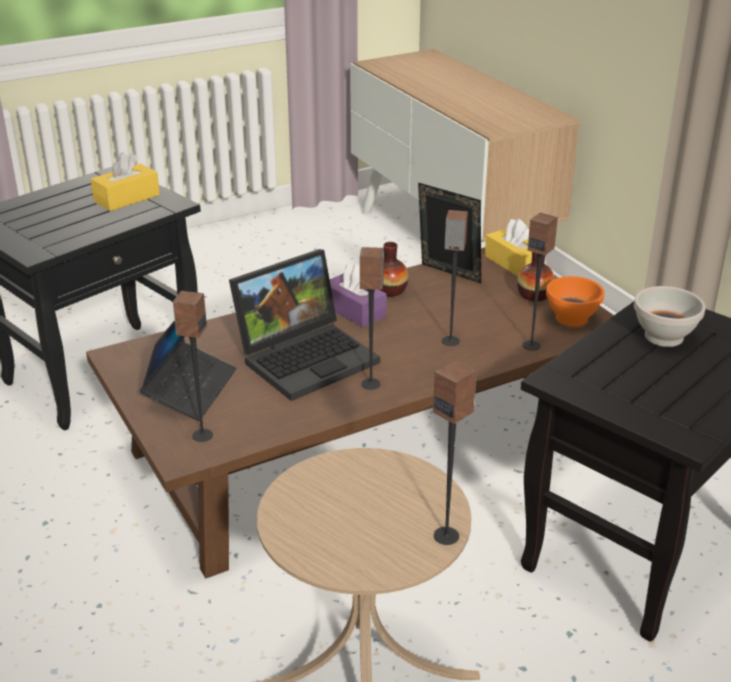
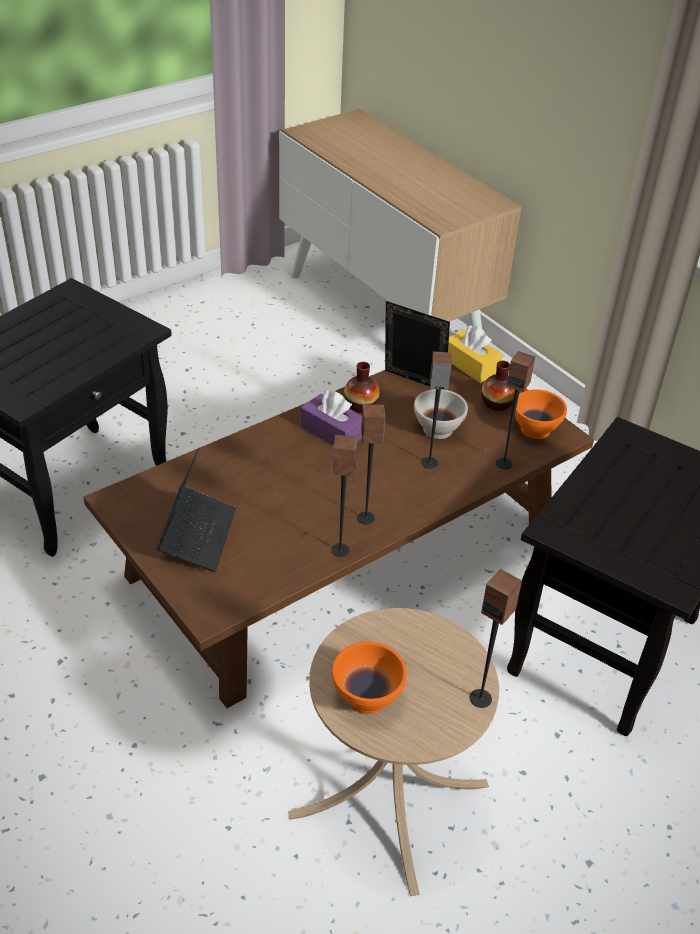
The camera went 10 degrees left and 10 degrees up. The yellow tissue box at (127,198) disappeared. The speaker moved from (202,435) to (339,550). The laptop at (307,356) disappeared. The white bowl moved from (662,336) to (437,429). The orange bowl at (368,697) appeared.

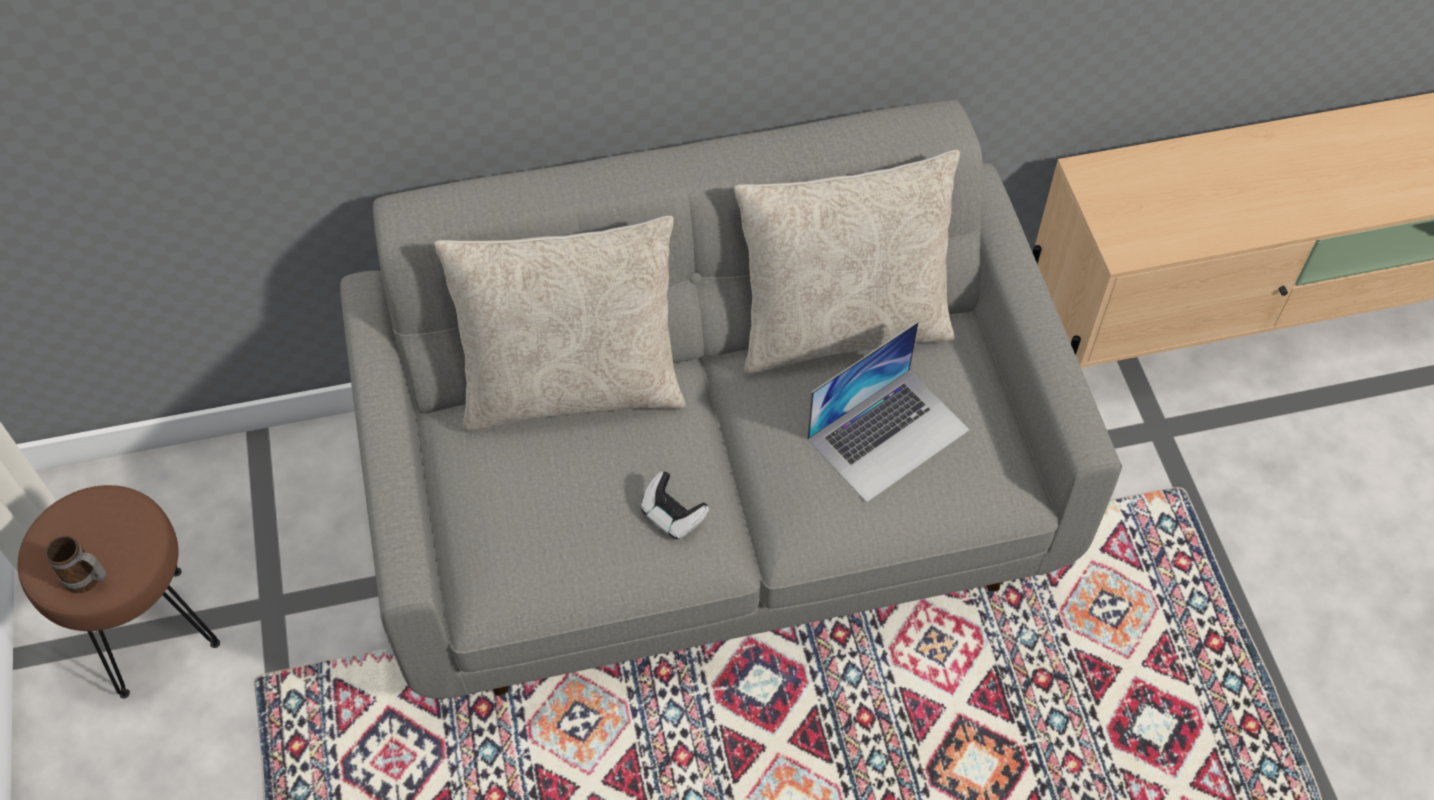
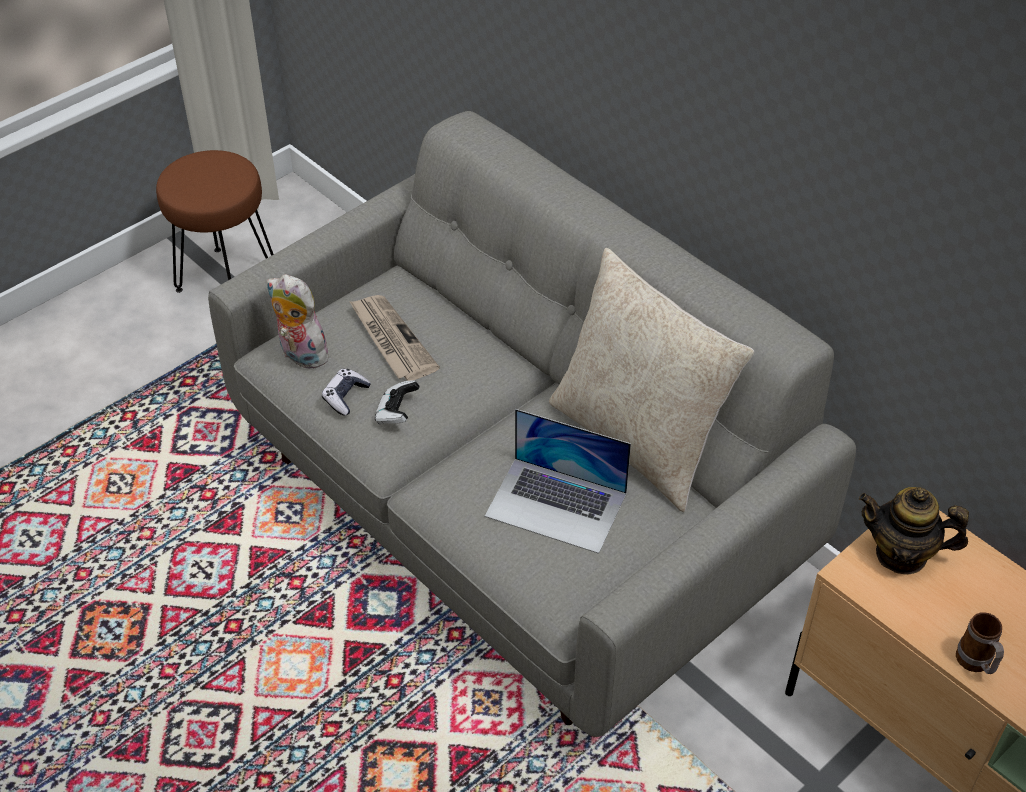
The camera went 60 degrees right and 10 degrees down. The mug moved from (89,580) to (976,664). The beige pillow at (572,386) disappeared. The plush toy at (300,355) appeared. The game controller at (345,396) appeared. The newspaper at (391,340) appeared. The teapot at (901,554) appeared.

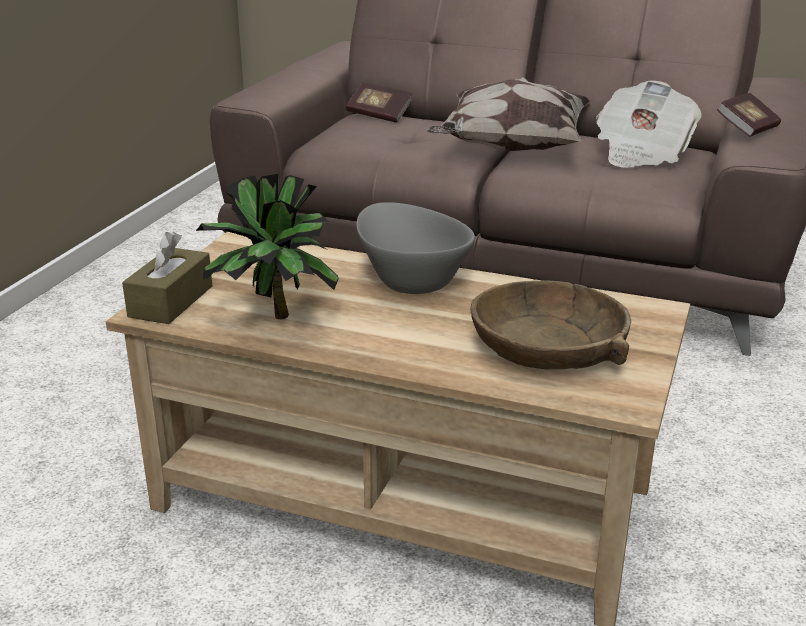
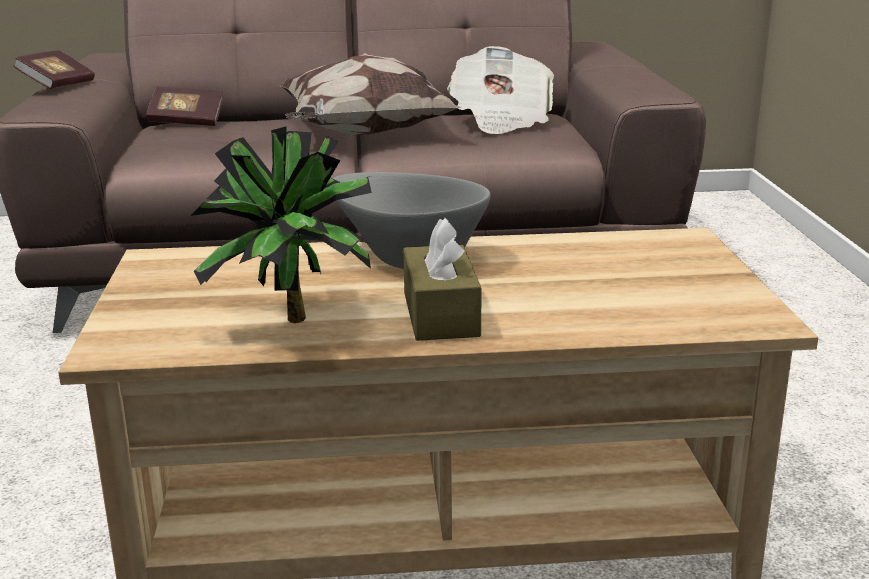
The camera went 25 degrees left and 5 degrees down. The brown tissue box moved from (171,301) to (440,314). The brown bowl at (549,347) disappeared. The book moved from (747,130) to (57,86).

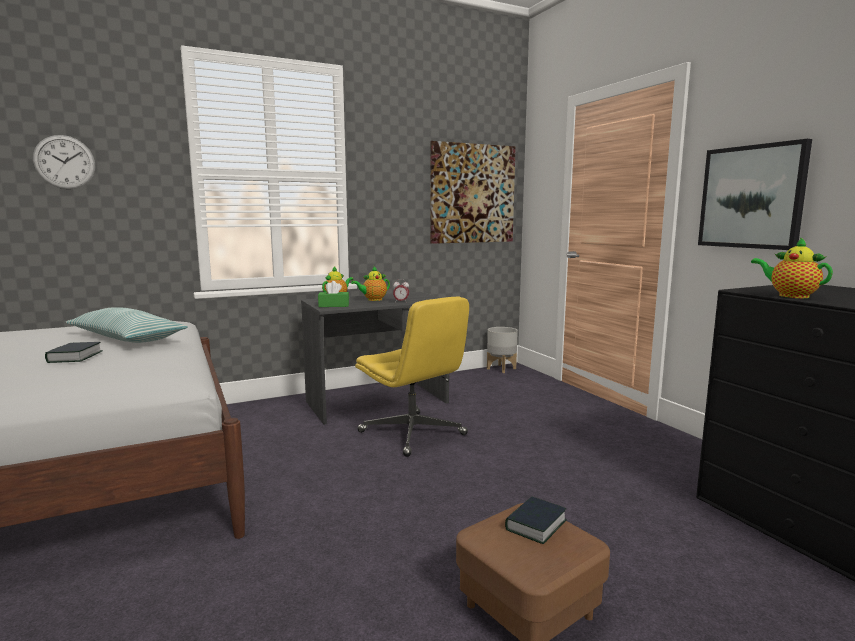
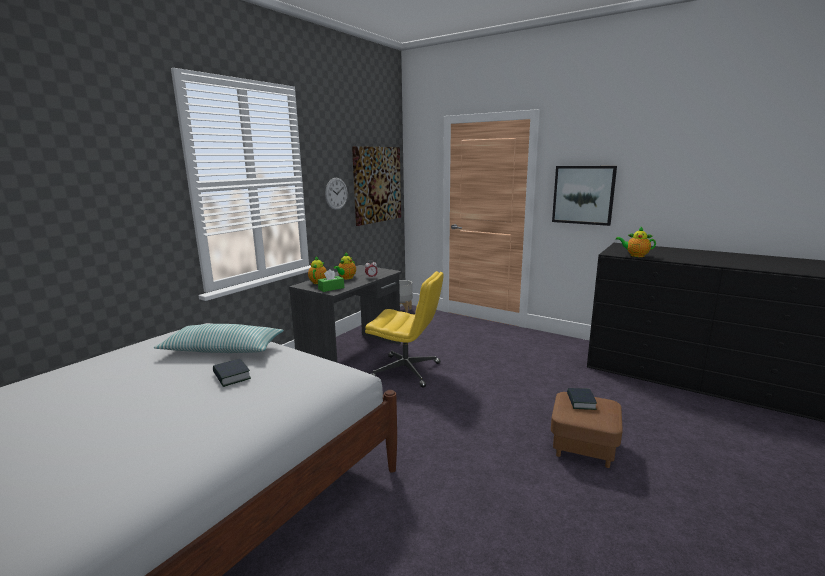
The camera went 30 degrees left and 5 degrees up. The wall clock moved from (64,162) to (336,193).

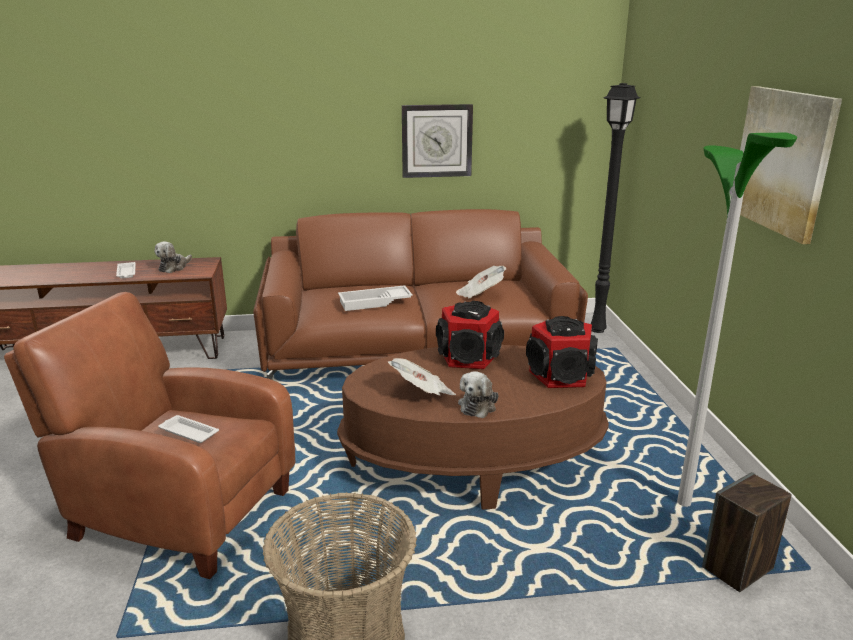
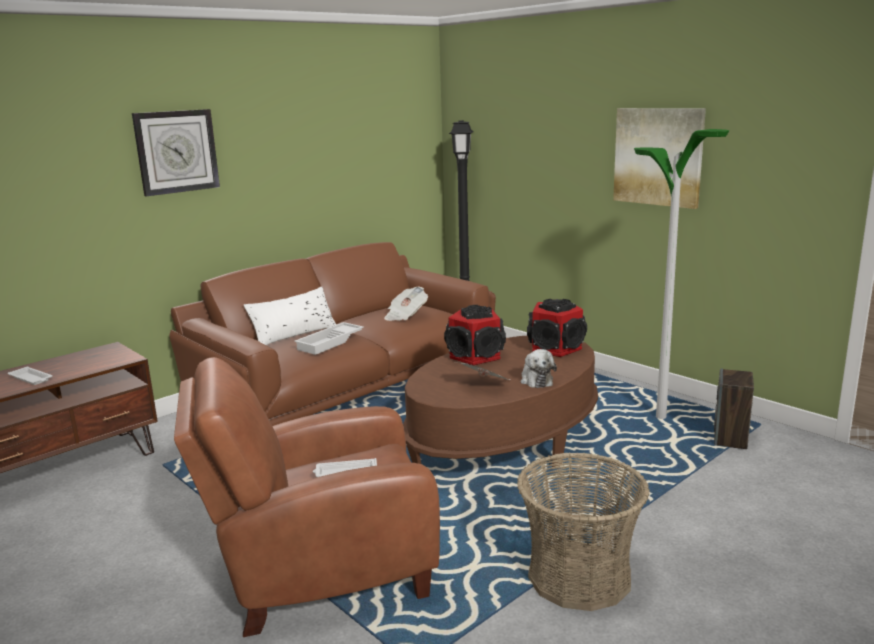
The camera went 35 degrees left and 5 degrees down. The plush toy at (174,267) disappeared. The wall clock moved from (436,141) to (176,151). The white pillow at (294,335) appeared.

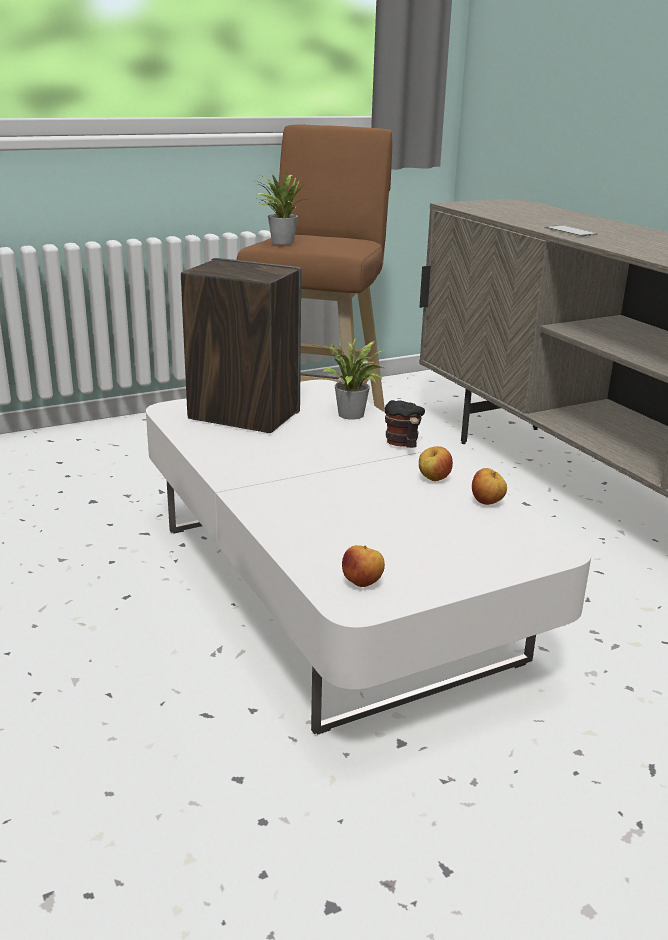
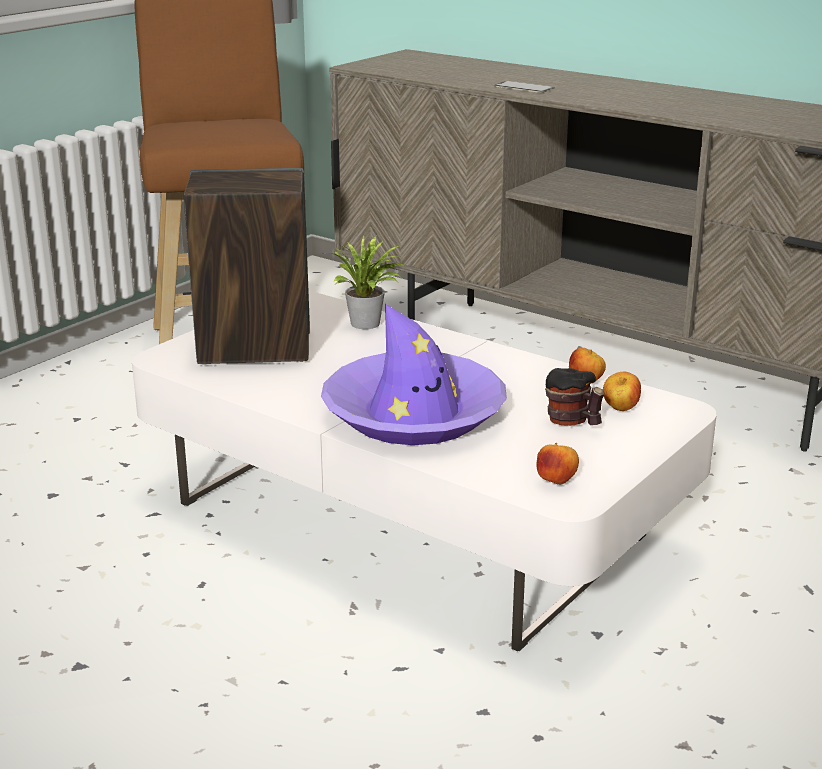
The camera went 25 degrees left and 0 degrees up. The potted plant at (279,242) disappeared. The mug moved from (403,445) to (572,423). The apple moved from (433,479) to (620,409). The purple hat at (414,414) appeared.

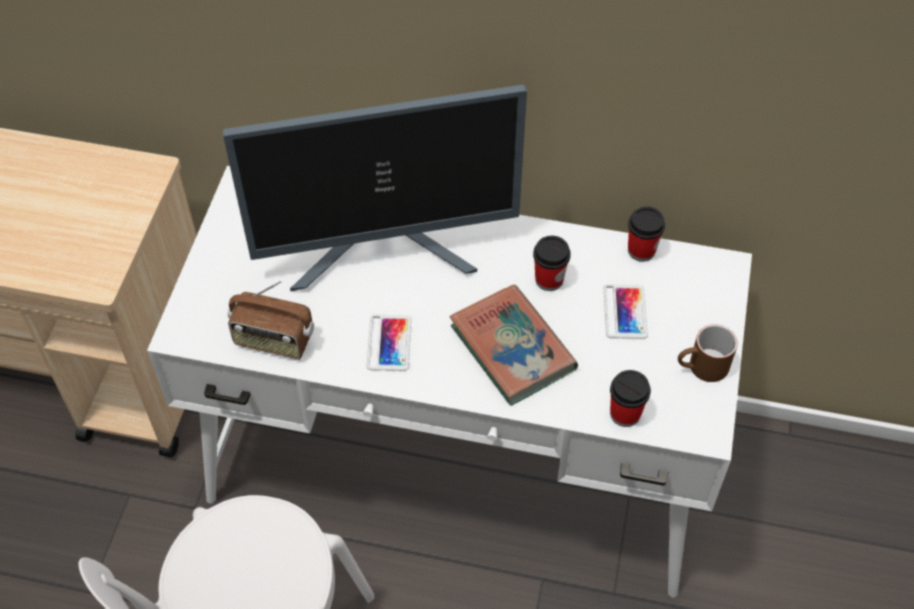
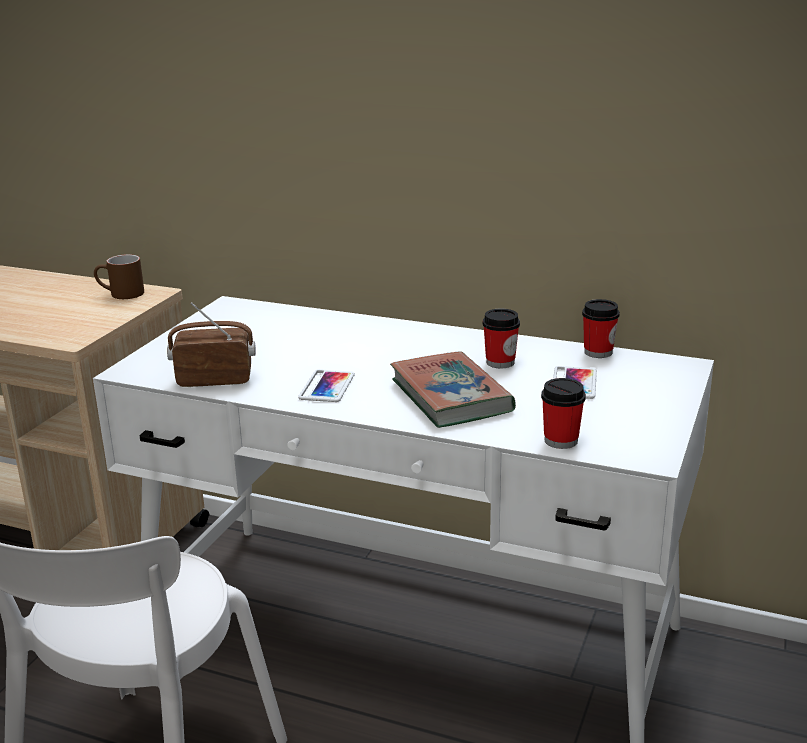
The camera went 10 degrees right and 30 degrees down. The monitor at (386,250) disappeared. The radio at (273,341) turned 150 degrees clockwise. The brown mug moved from (702,368) to (120,294).

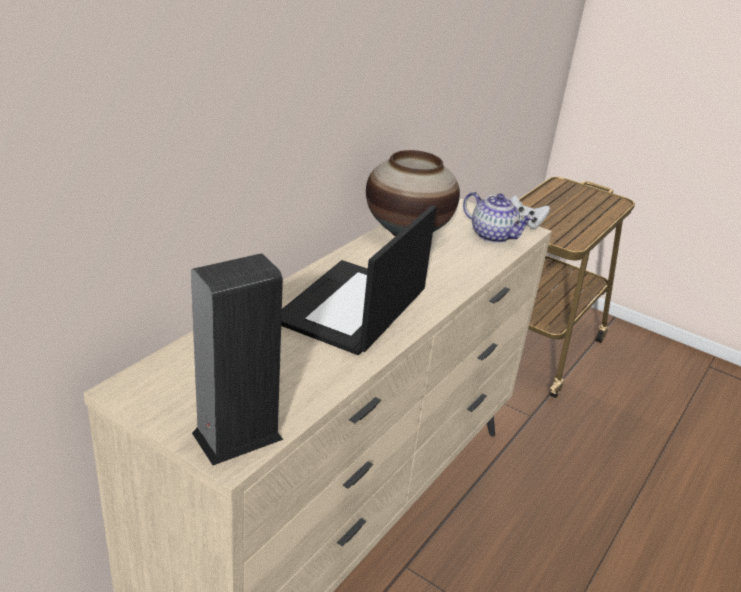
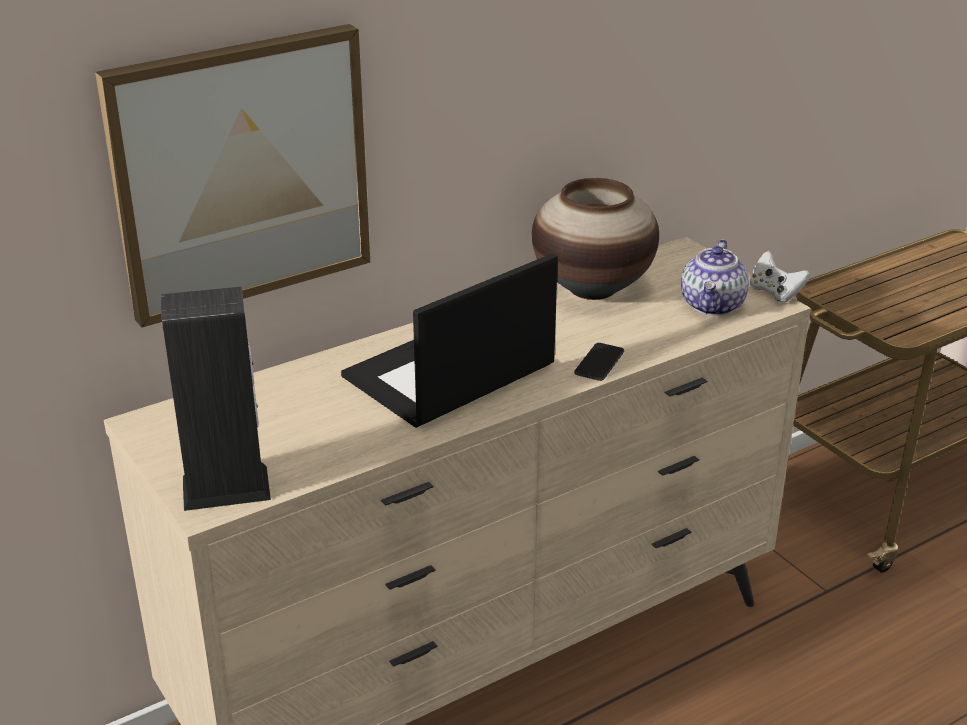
The camera went 25 degrees right and 0 degrees up. The teapot at (493,235) turned 45 degrees clockwise. The picture at (241,172) appeared. The phone at (599,363) appeared.

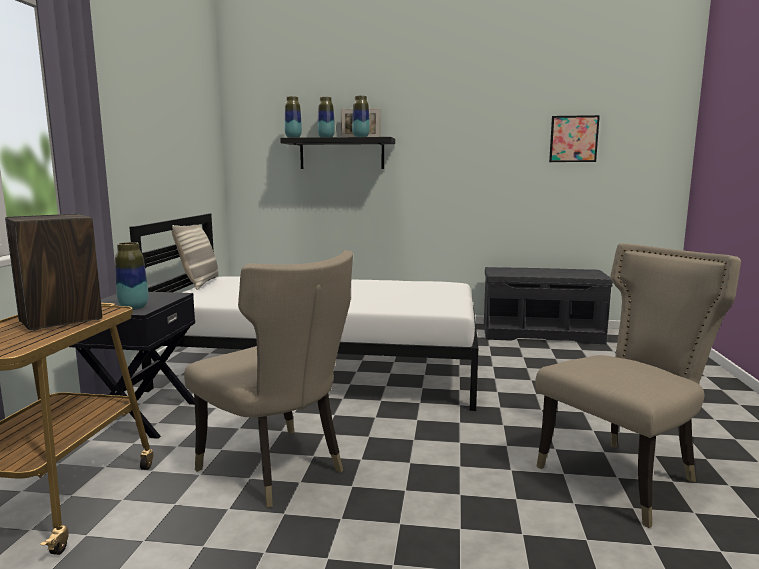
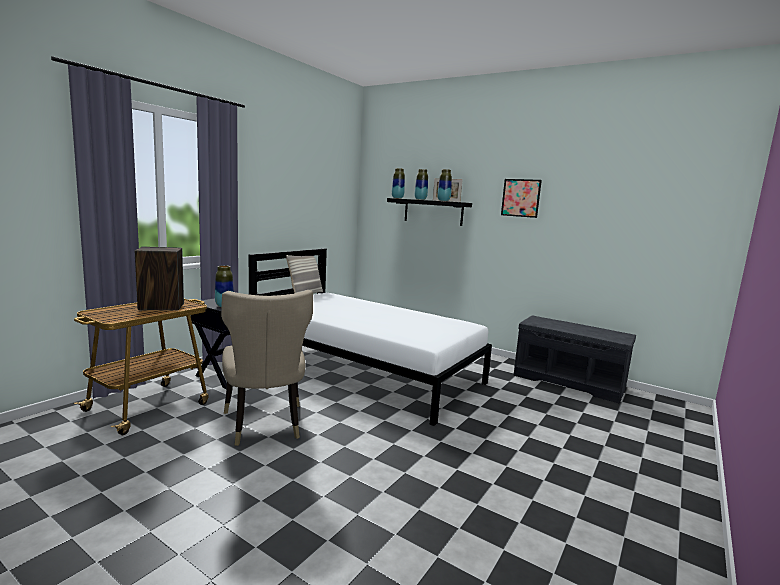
The camera went 25 degrees right and 0 degrees up. The beige chair at (624,476) disappeared. The picture moved from (573,139) to (520,198).

